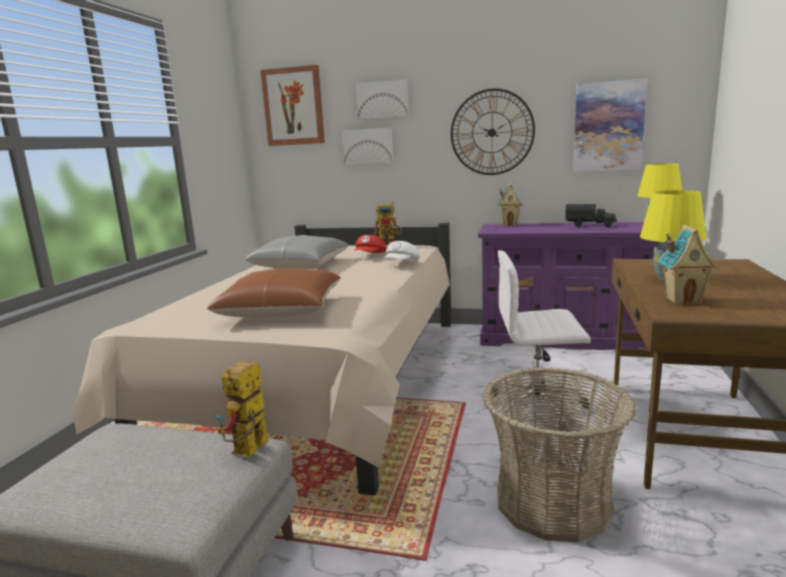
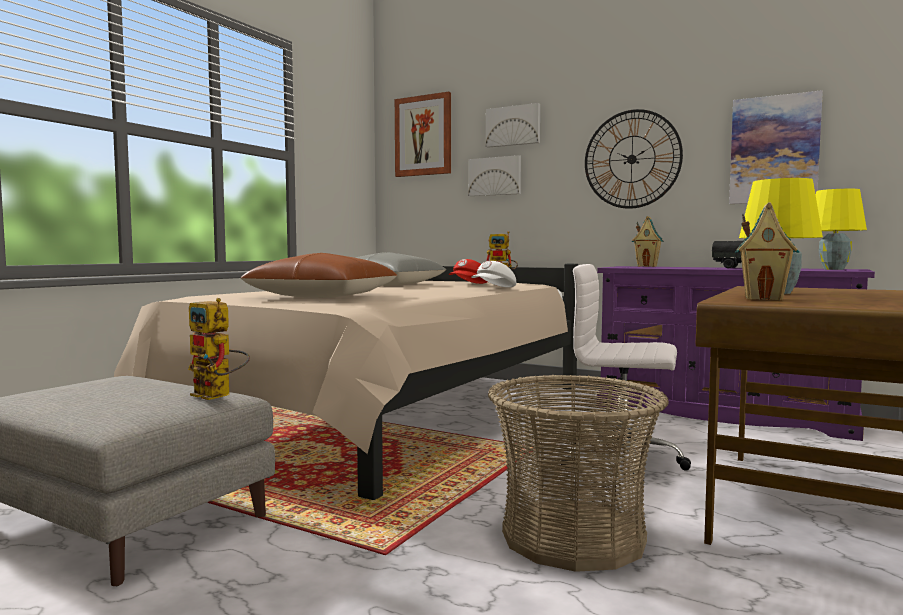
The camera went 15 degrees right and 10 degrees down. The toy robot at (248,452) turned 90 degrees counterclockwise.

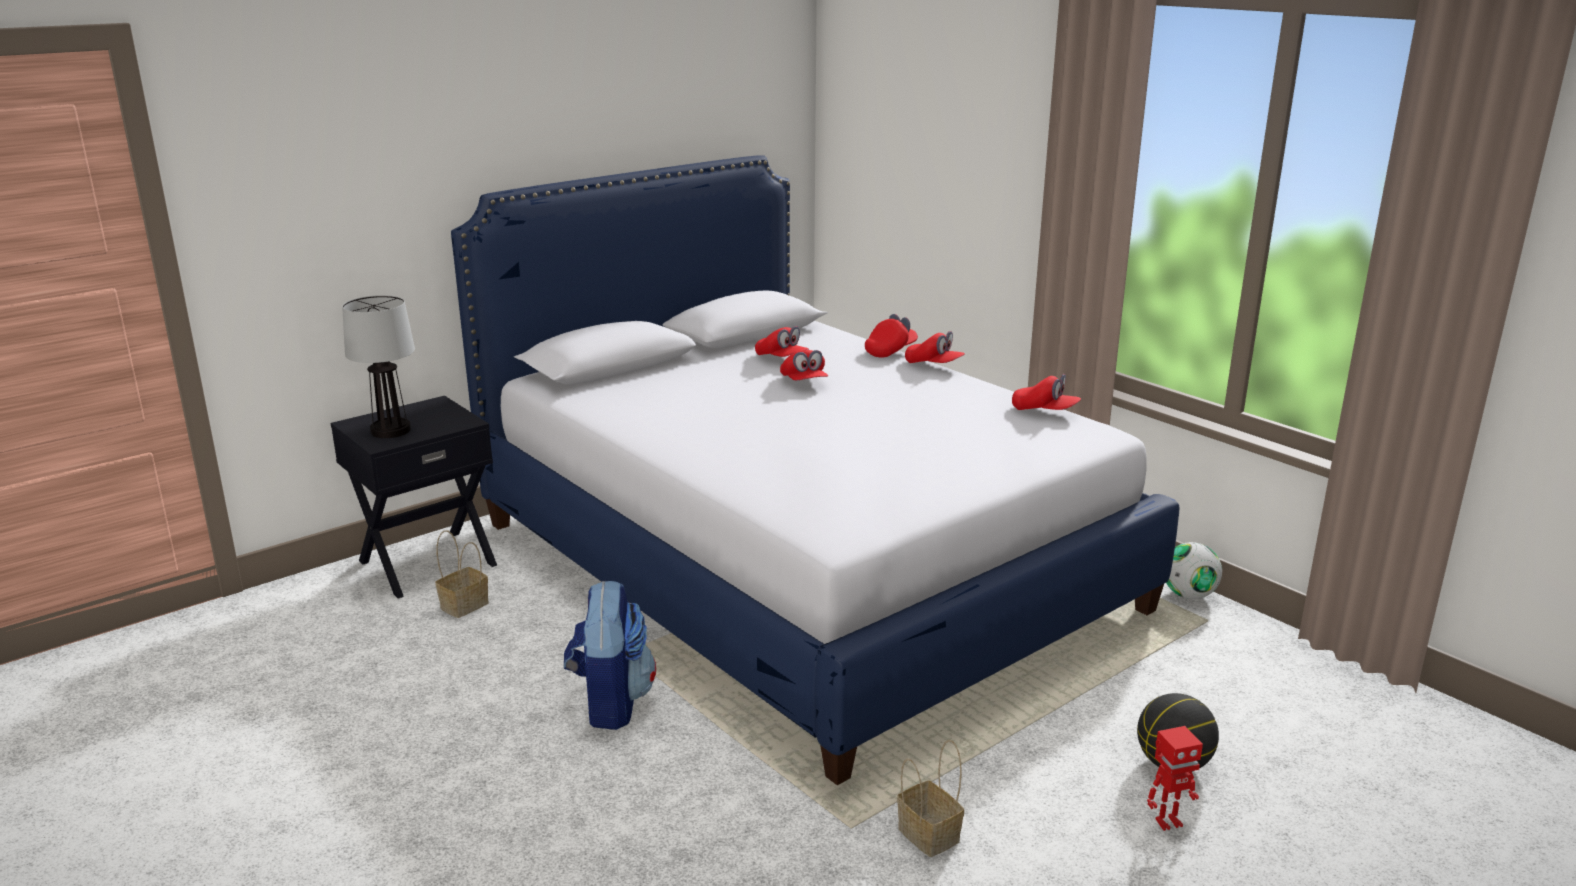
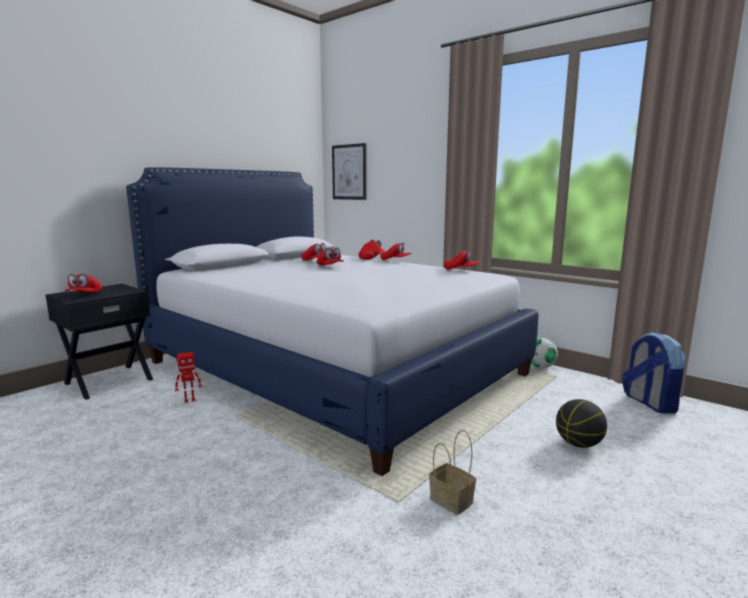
The camera went 10 degrees left and 10 degrees down. The table lamp at (391,430) was replaced by the red cap at (84,295). The basket at (465,604) disappeared. The backpack moved from (610,703) to (649,403). The toy robot moved from (1167,822) to (189,400). The picture at (349,172) appeared.

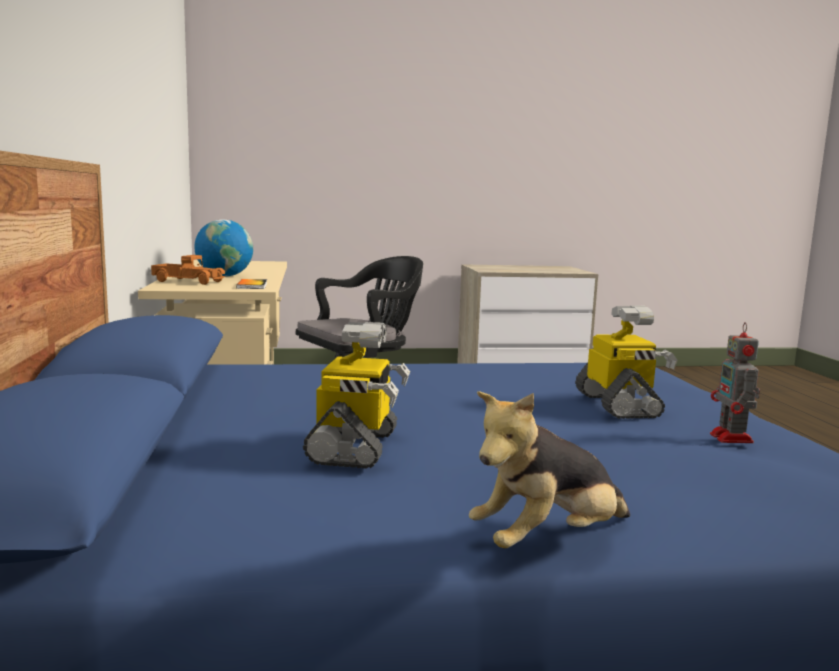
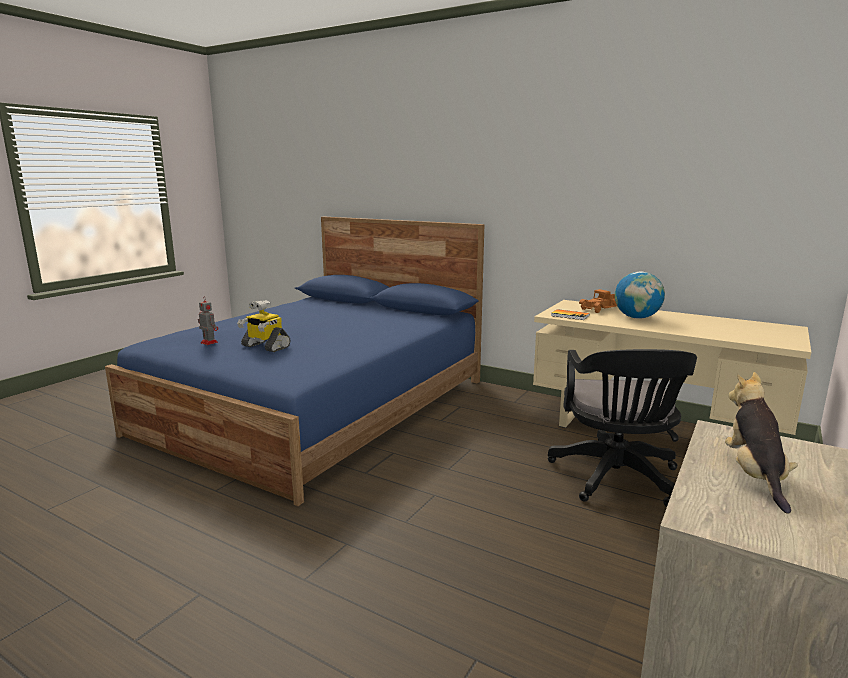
The camera went 130 degrees right and 5 degrees up. The toy robot at (356,447) disappeared. The plush toy moved from (548,541) to (754,476).

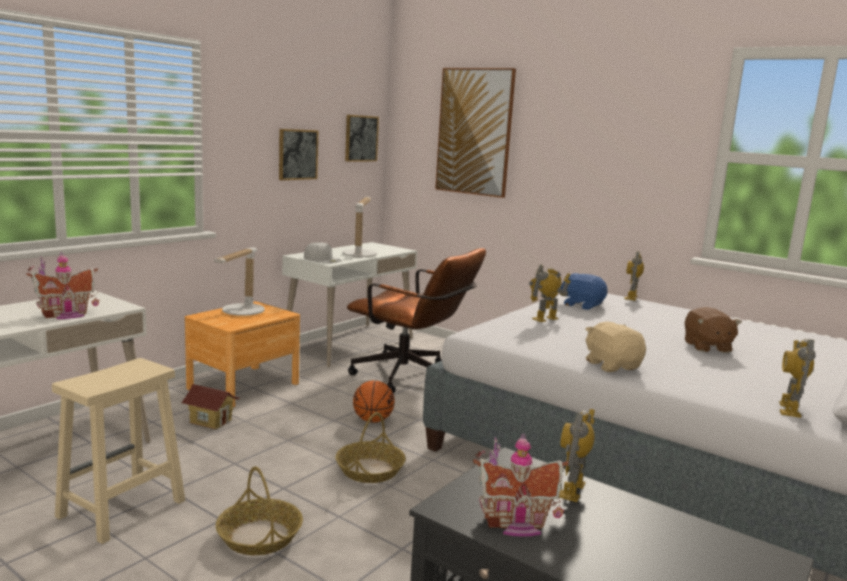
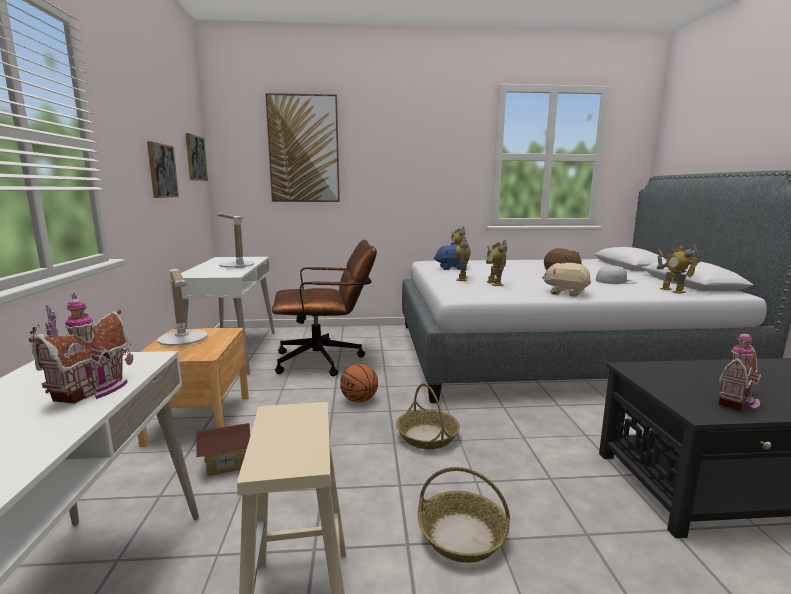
The camera went 40 degrees left and 0 degrees up. The white cap moved from (322,259) to (615,281). The toy robot moved from (572,490) to (494,283).

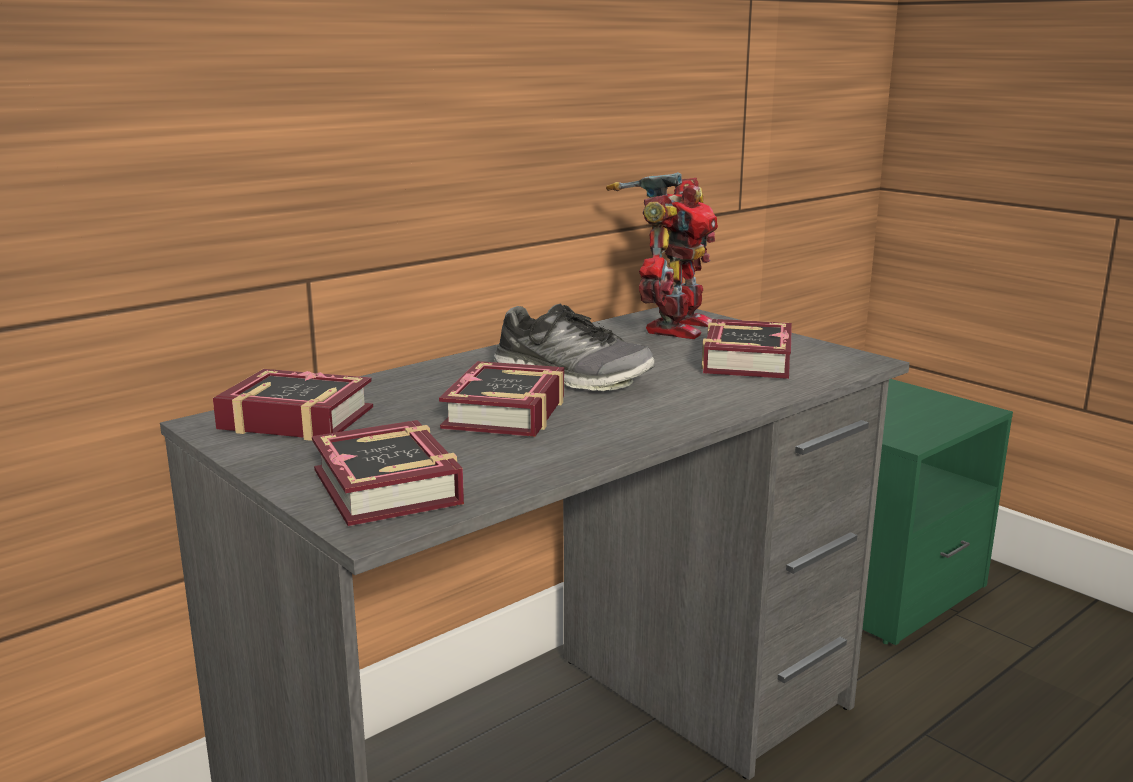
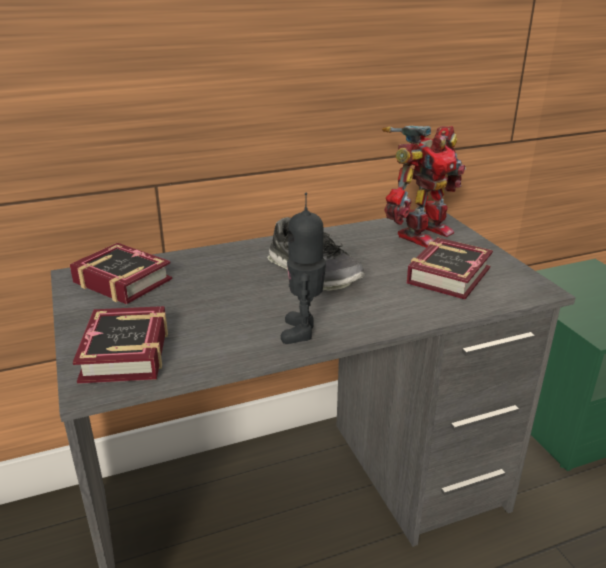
The camera went 20 degrees right and 10 degrees up. The book at (500,414) disappeared. The toy robot at (303,331) appeared.

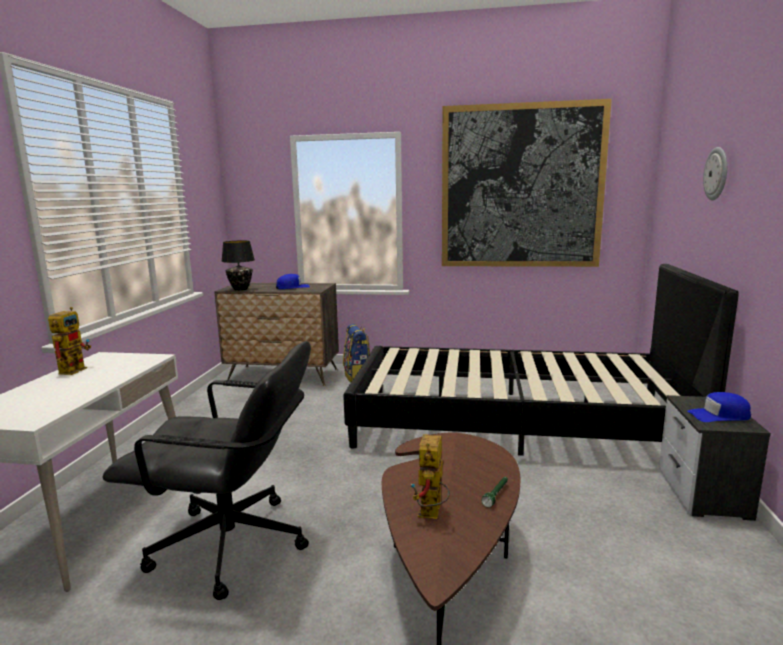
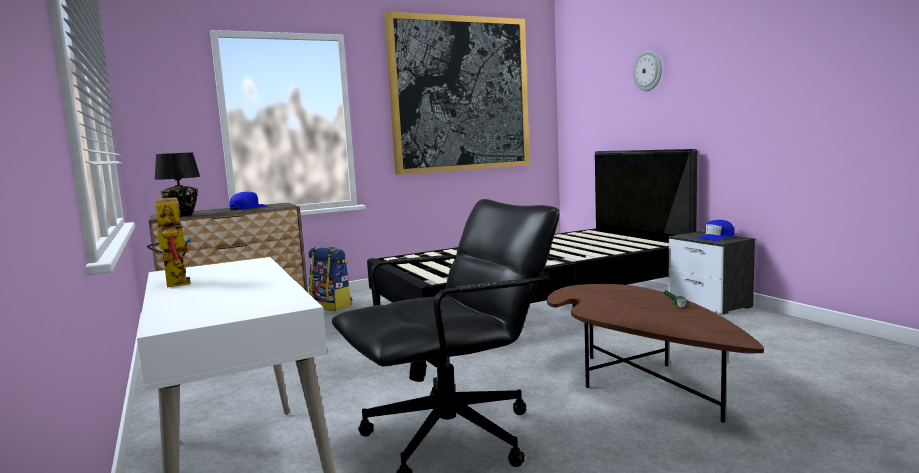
The camera went 35 degrees left and 5 degrees down. The toy robot at (432,514) disappeared.

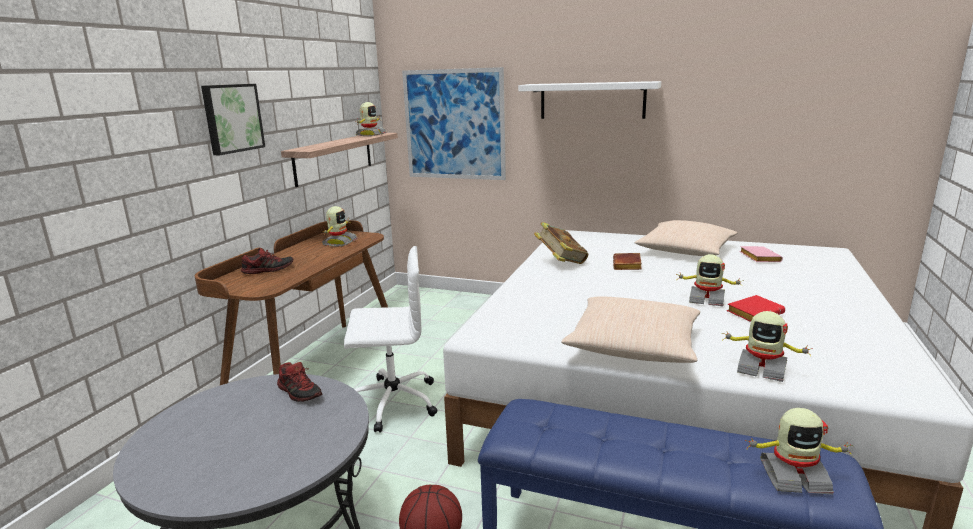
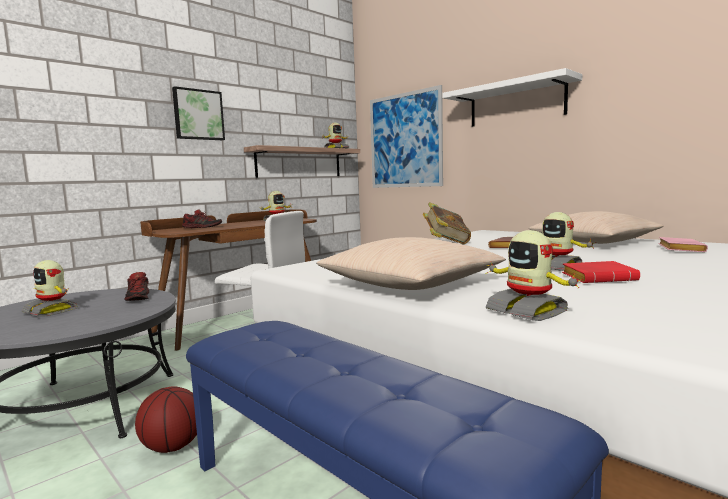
The camera went 25 degrees right and 10 degrees down. The toy robot moved from (793,476) to (52,311).

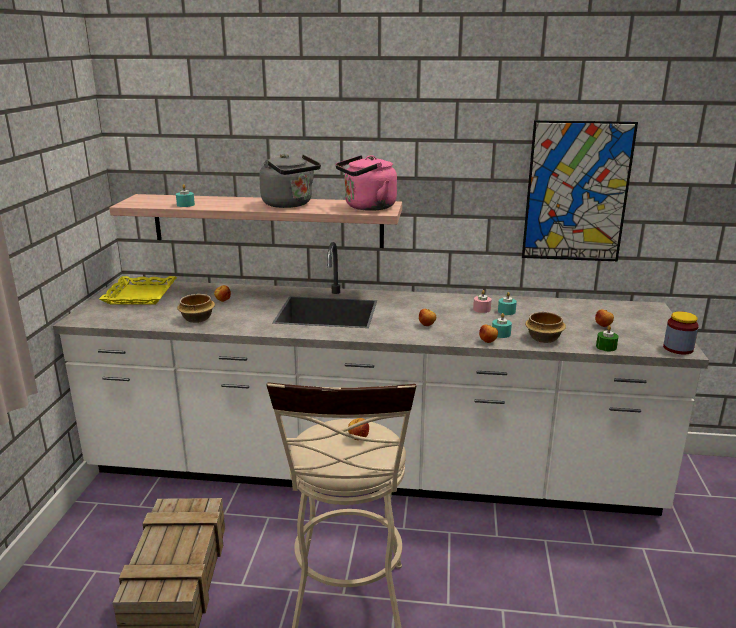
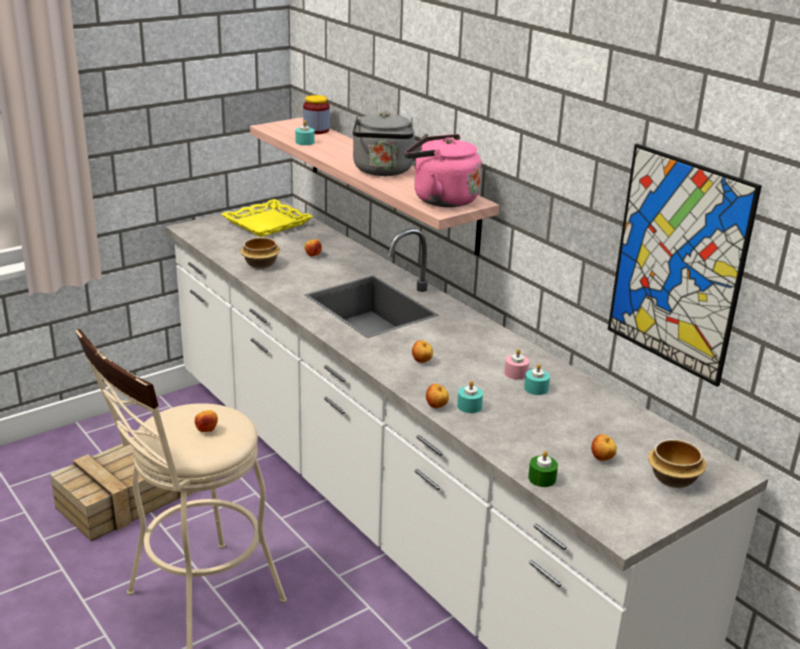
The camera went 45 degrees right and 5 degrees up. The bowl moved from (544,338) to (674,479). The jar moved from (678,348) to (316,130).

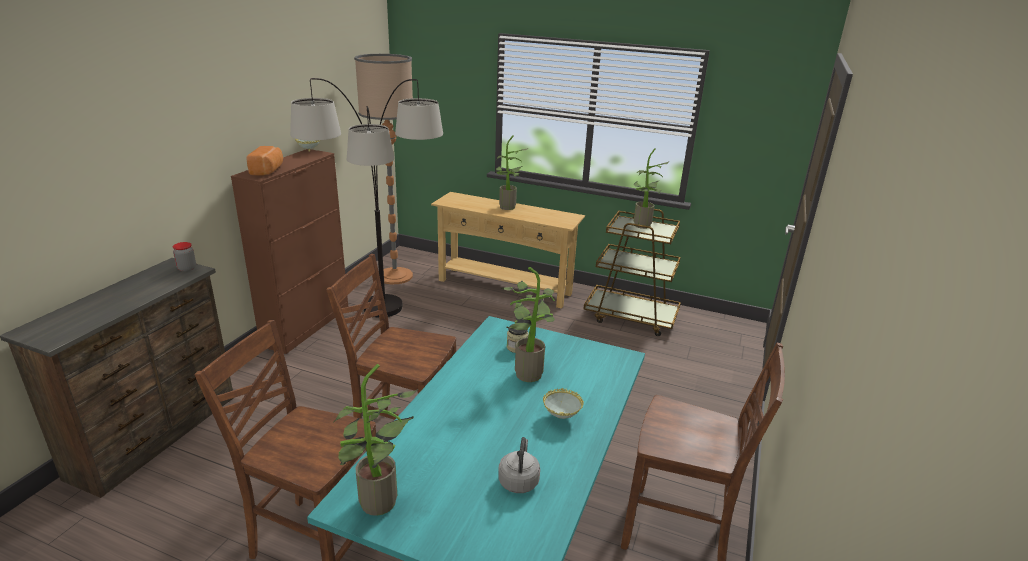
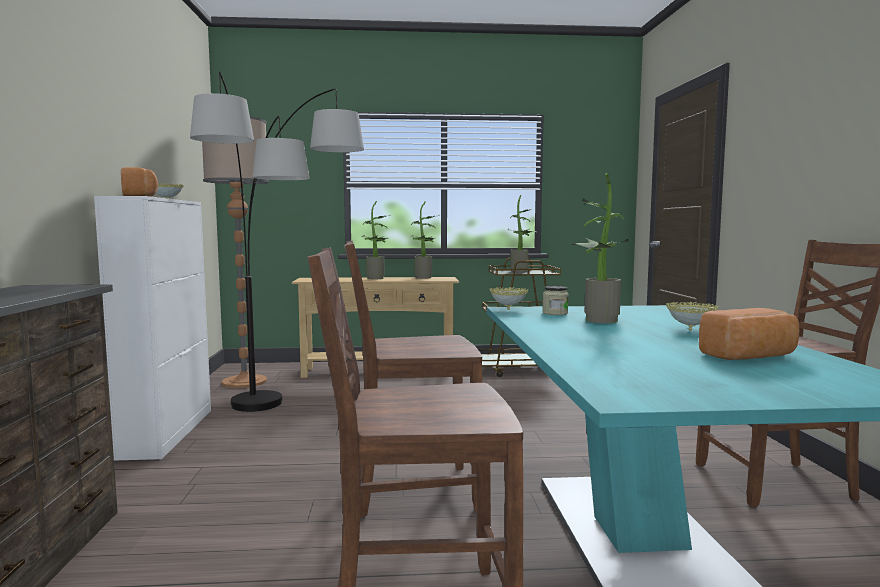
The camera went 25 degrees left and 20 degrees down. The jar at (187,268) disappeared. The brown cabinet at (307,325) became the white cabinet at (168,432). The potted plant moved from (378,506) to (425,278). The grey kettle at (519,480) was replaced by the bread at (751,356). The bowl at (508,310) appeared.

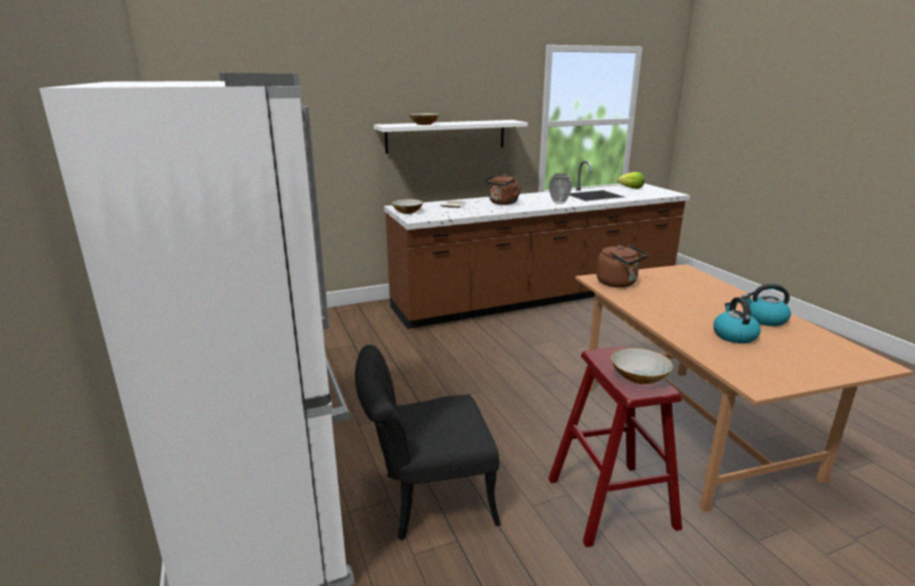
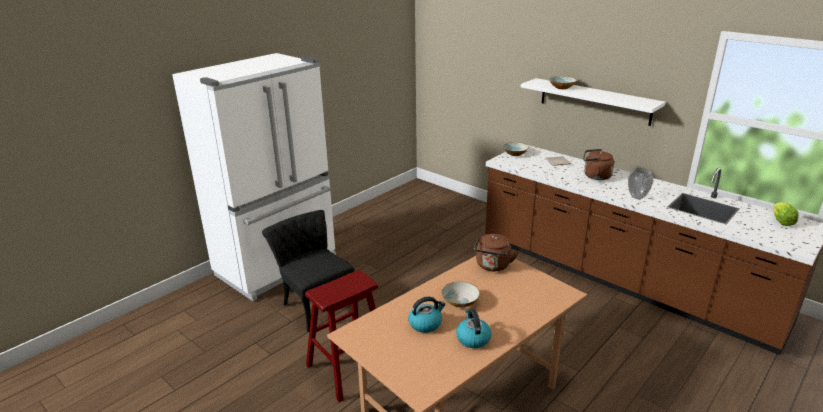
The camera went 65 degrees right and 5 degrees up. The bowl moved from (638,377) to (460,302).

